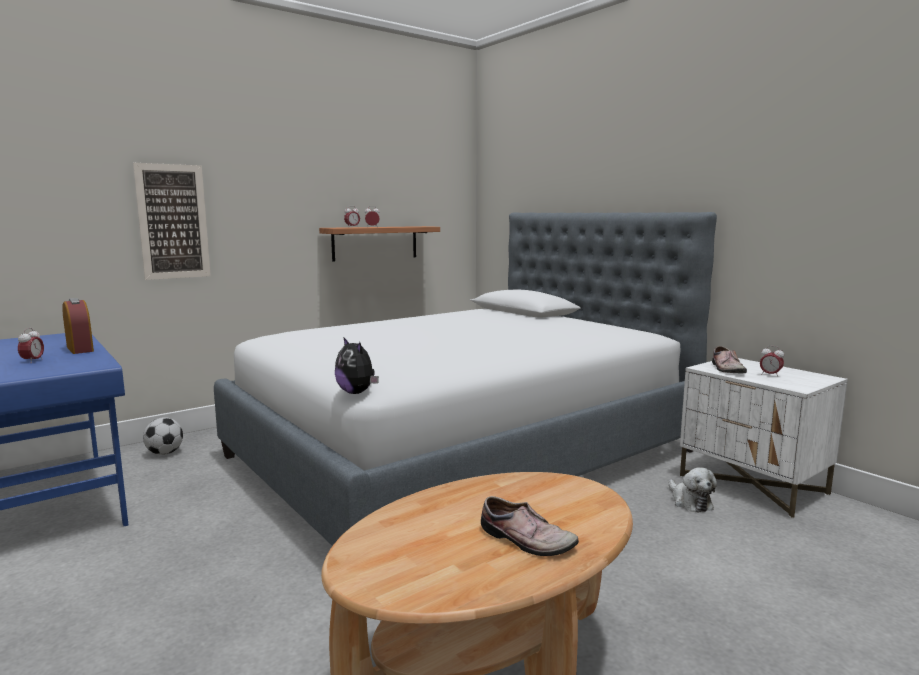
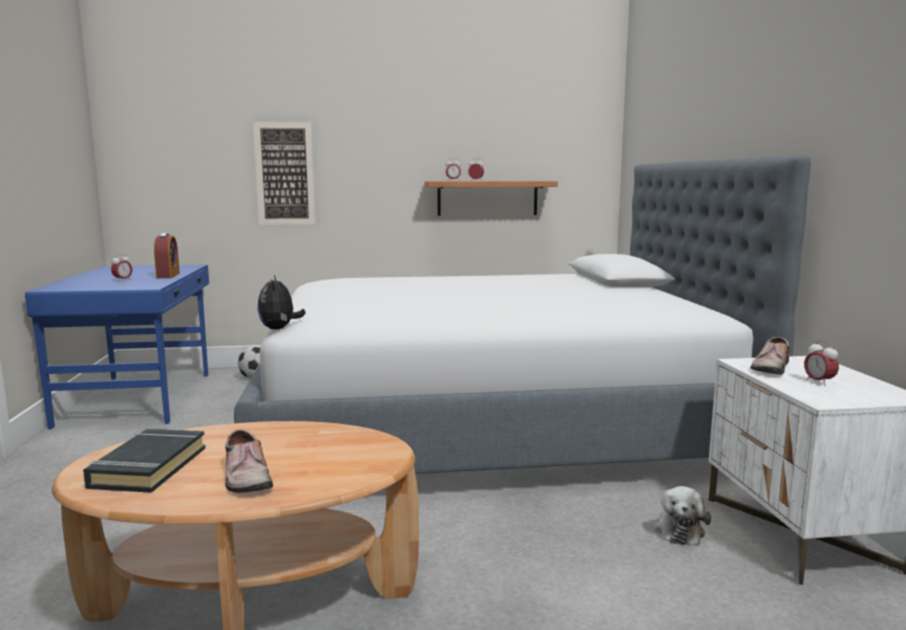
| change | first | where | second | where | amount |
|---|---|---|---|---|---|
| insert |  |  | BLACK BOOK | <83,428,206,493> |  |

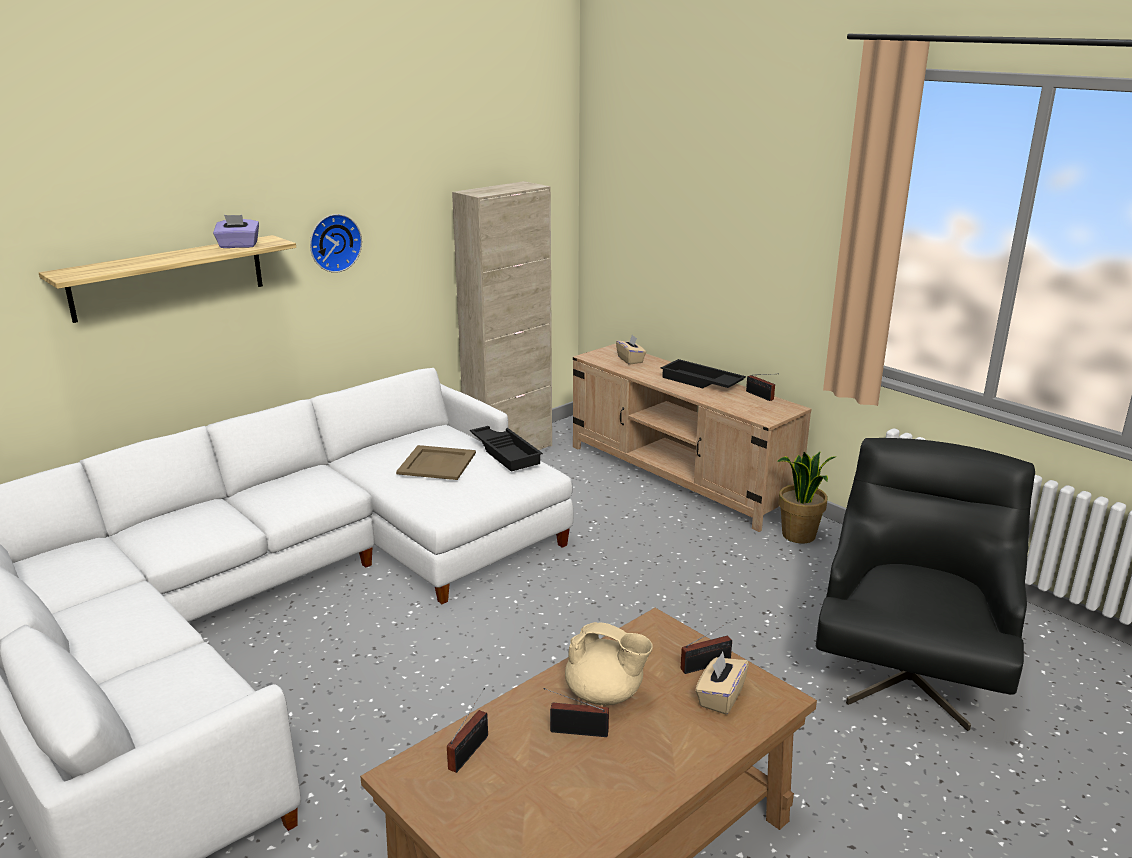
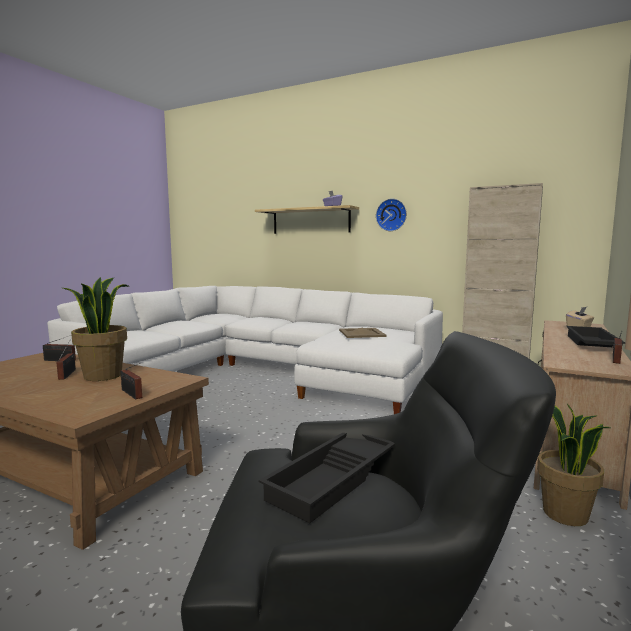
| change | first | where | second | where | amount |
|---|---|---|---|---|---|
| replace | BEIGE TEAPOT | <565,622,653,705> | POTTED PLANT | <63,277,129,381> |  |
| move | BLACK TRAY | <470,426,543,472> |  | <259,433,395,523> |  |
| delete | BEIGE TISSUE BOX | <695,652,749,715> |  |  |  |

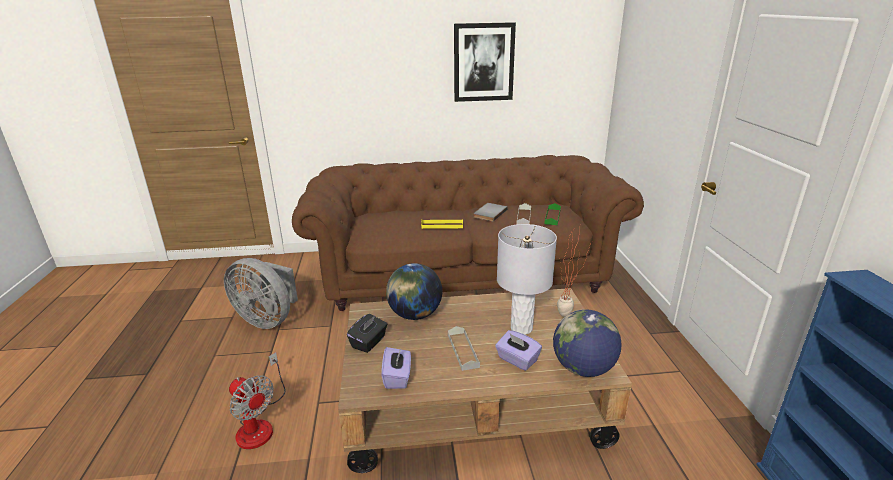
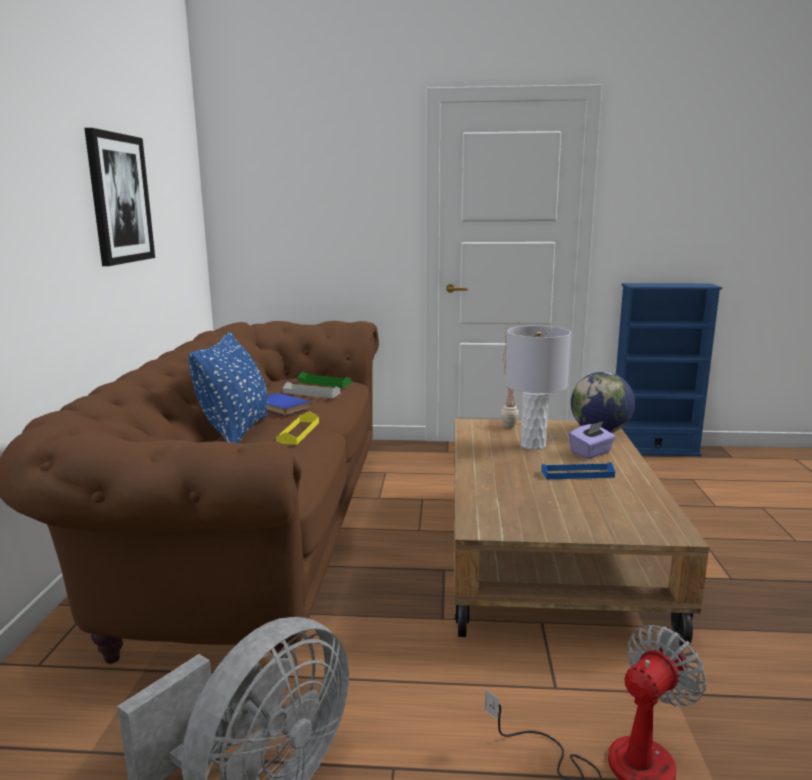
| change | first | where | second | where | amount |
|---|---|---|---|---|---|
| insert |  |  | BLUE PILLOW | <189,332,268,443> |  |
| recolor | GREY BOOK | <474,203,507,221> | BLUE BOOK | <267,393,312,415> |  |
| recolor | GREY TRAY | <448,326,480,371> | BLUE TRAY | <541,462,615,479> |  |
| delete | BLACK TISSUE BOX | <347,314,388,353> |  |  |  |
| delete | PURPLE TISSUE BOX | <381,347,411,389> |  |  |  |
| delete | GLOBE | <386,263,442,320> |  |  |  |

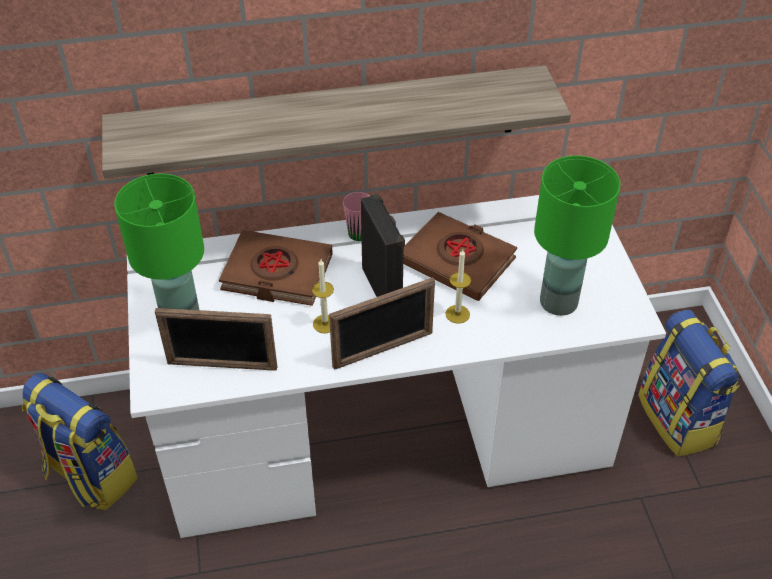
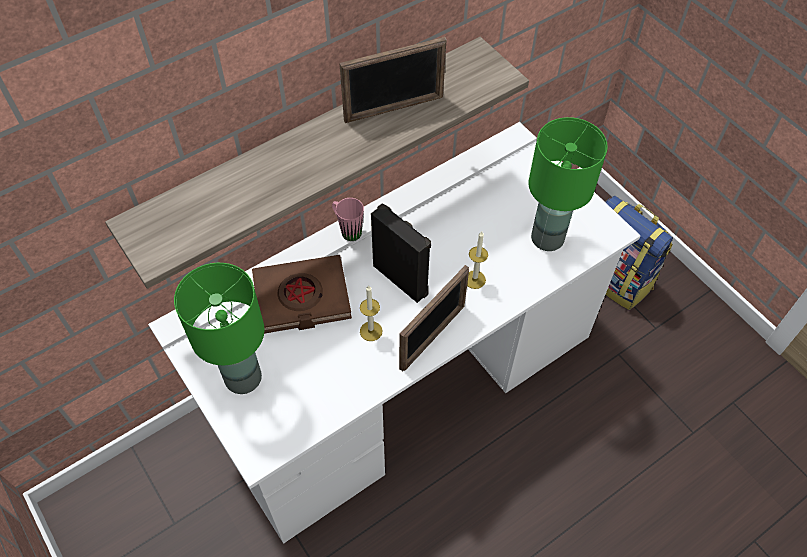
| change | first | where | second | where | amount |
|---|---|---|---|---|---|
| move | PICTURE FRAME | <155,308,277,371> |  | <339,37,446,123> |  |
| delete | BACKPACK | <22,373,138,510> |  |  |  |
| delete | BROWN BOOK | <403,212,517,301> |  |  |  |

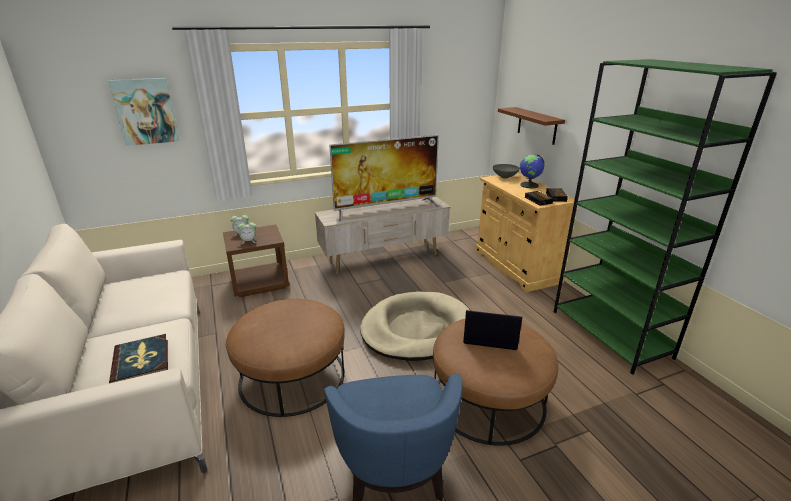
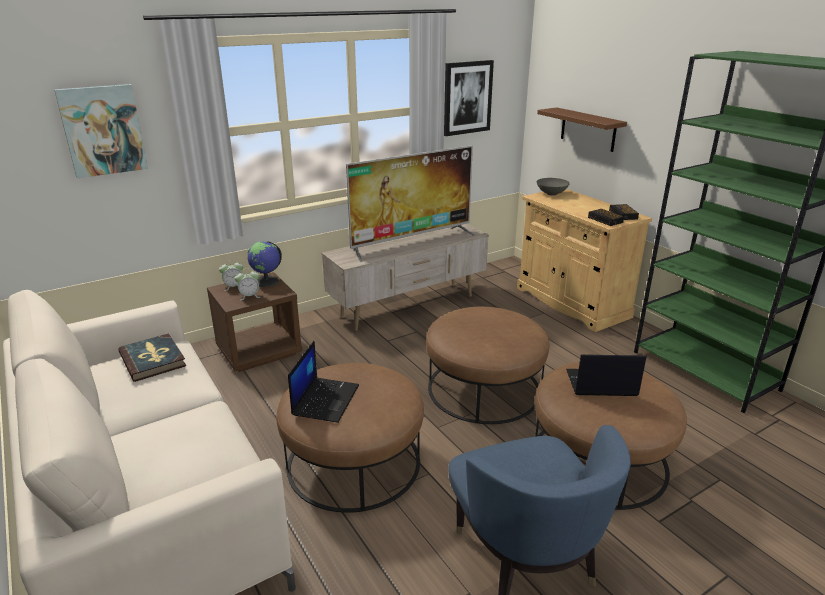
| change | first | where | second | where | amount |
|---|---|---|---|---|---|
| move | BOOK | <109,334,168,383> |  | <119,333,186,382> |  |
| move | GLOBE | <520,154,545,188> |  | <247,241,282,287> |  |
| insert |  |  | LAPTOP | <288,340,359,423> |  |
| replace | BEIGE DOG BED | <360,292,470,361> | BROWN OTTOMAN | <426,307,549,424> |  |
| insert |  |  | PICTURE | <444,60,494,136> |  |

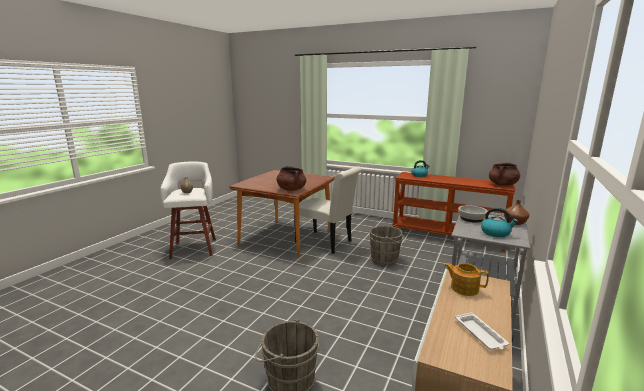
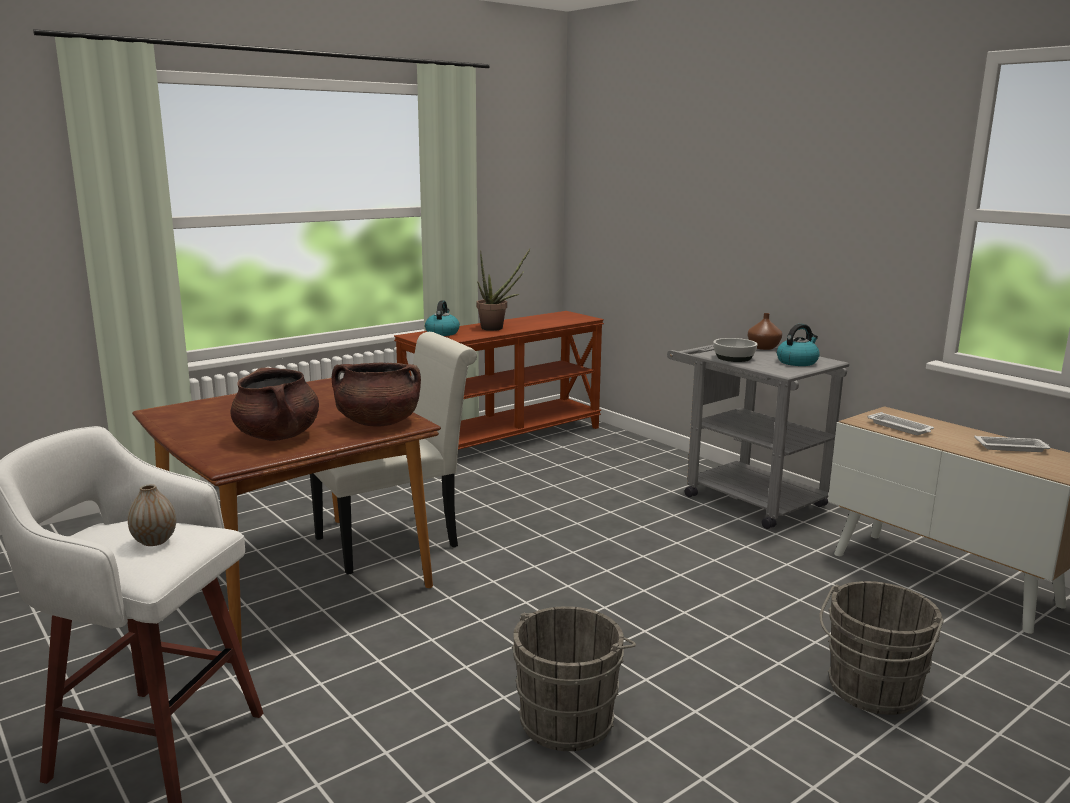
| change | first | where | second | where | amount |
|---|---|---|---|---|---|
| move | BROWN COOKING POT | <489,162,520,186> |  | <230,367,319,441> |  |
| insert |  |  | POTTED PLANT | <476,249,530,331> |  |
| move | GREY BUCKET | <369,224,406,266> |  | <512,606,636,751> |  |
| replace | TEAPOT | <444,263,489,296> | WHITE TRAY | <868,412,934,435> |  |

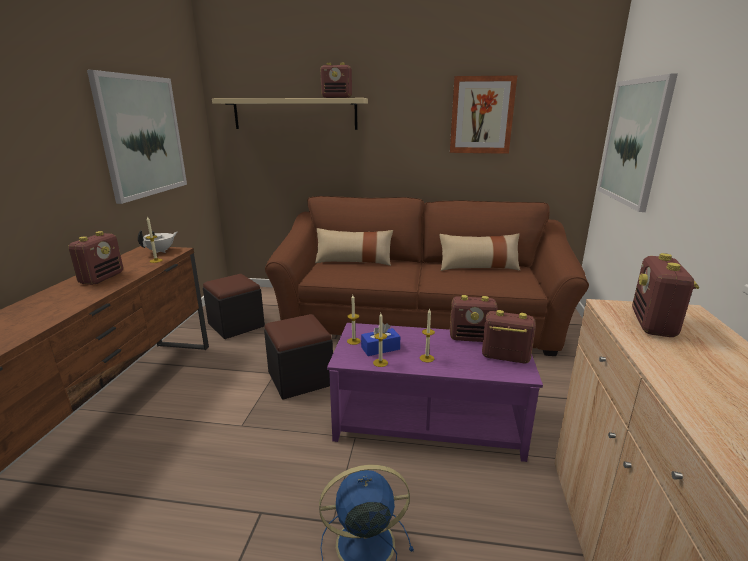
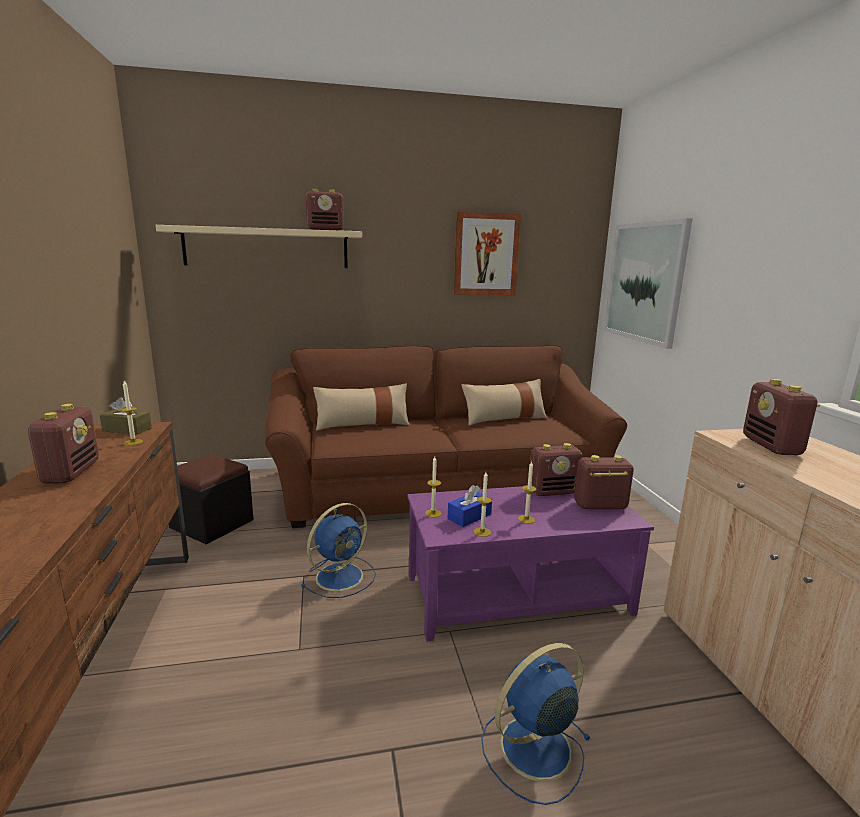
| change | first | where | second | where | amount |
|---|---|---|---|---|---|
| replace | WHITE TEAPOT | <138,230,177,253> | BROWN TISSUE BOX | <100,398,152,435> |  |
| replace | BLACK OTTOMAN | <264,314,333,400> | BLUE FAN | <301,503,376,598> |  |
| delete | PICTURE | <87,70,187,204> |  |  |  |

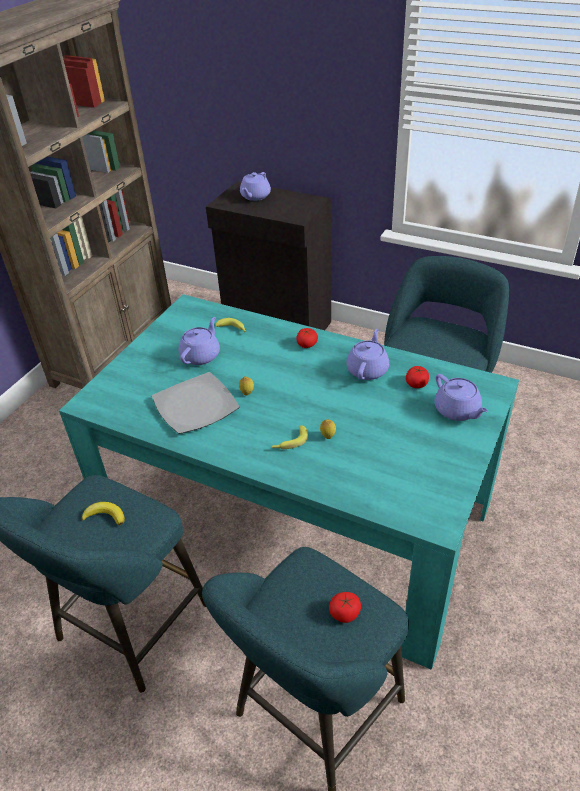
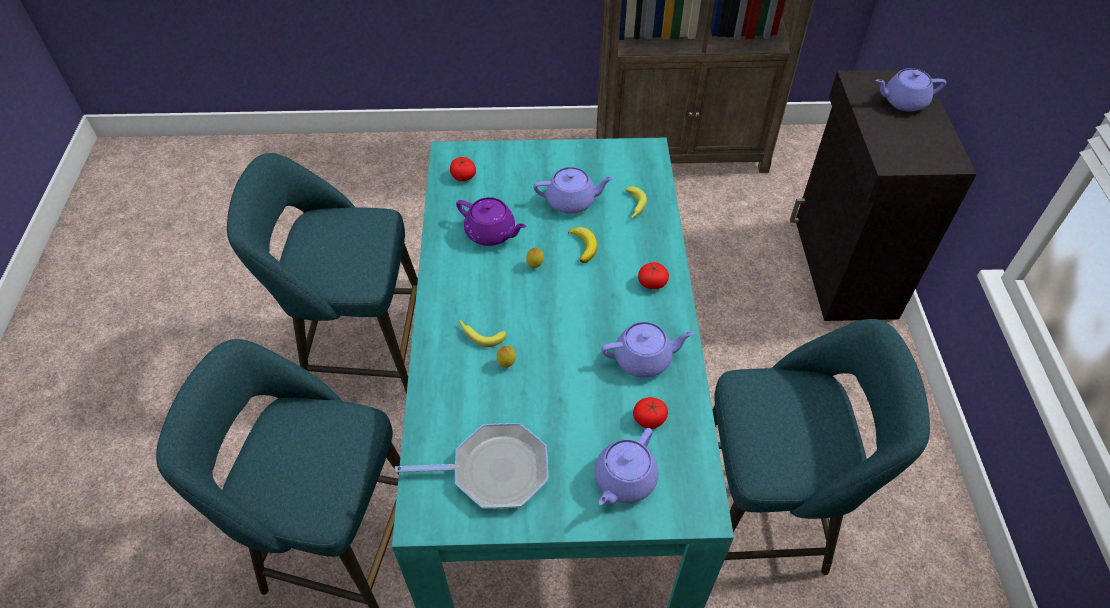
| change | first | where | second | where | amount |
|---|---|---|---|---|---|
| insert |  |  | FRYING PAN | <395,423,548,509> |  |
| move | TOMATO | <329,592,361,623> |  | <450,157,476,181> |  |
| replace | PLATE | <152,372,240,434> | PURPLE TEAPOT | <456,197,527,246> |  |
| move | BANANA | <82,502,125,525> |  | <568,227,597,263> |  |

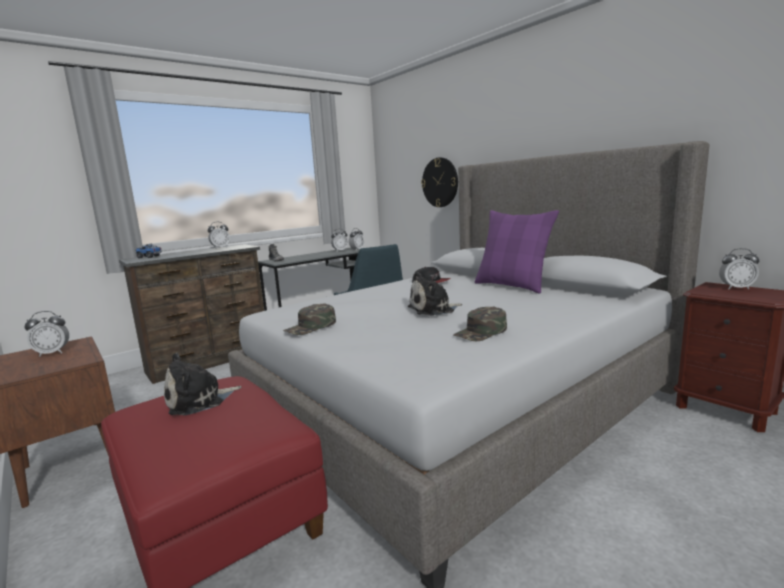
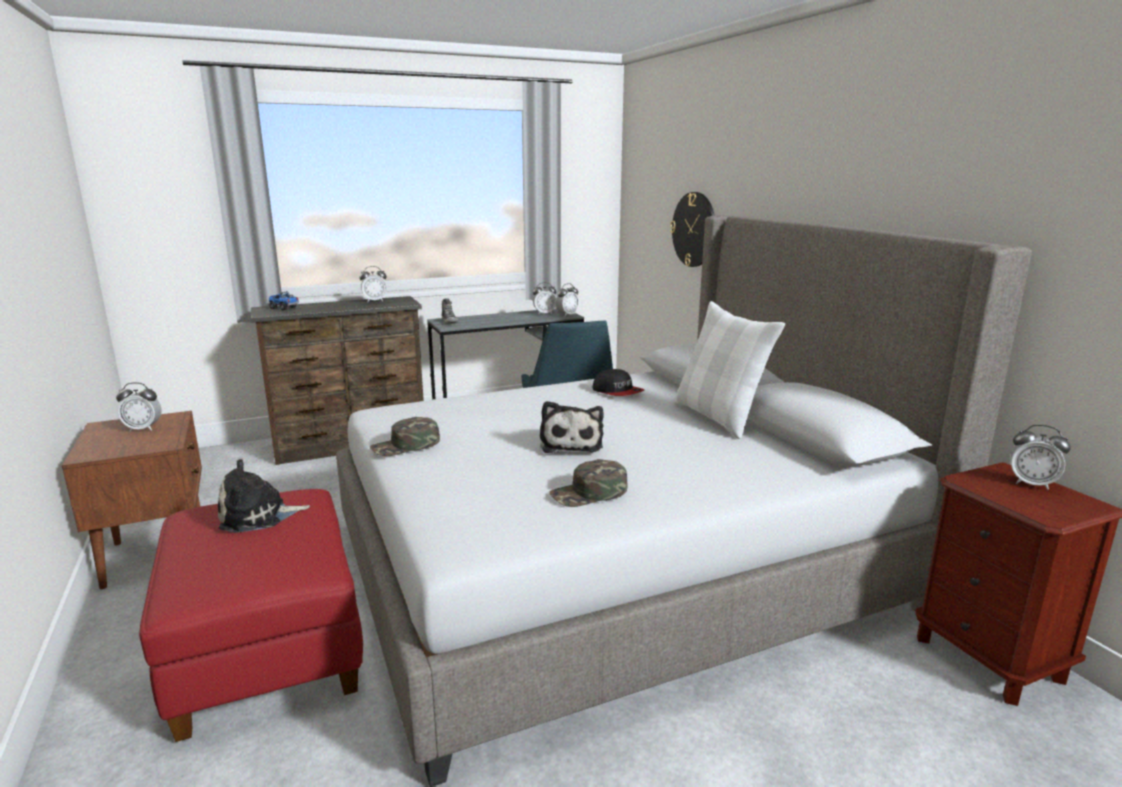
| change | first | where | second | where | amount |
|---|---|---|---|---|---|
| rotate | PLUSH TOY | <407,272,462,316> |  | <540,401,604,453> | 90 degrees counterclockwise |
| recolor | PURPLE PILLOW | <474,210,559,294> | WHITE PILLOW | <673,301,785,439> |  |

